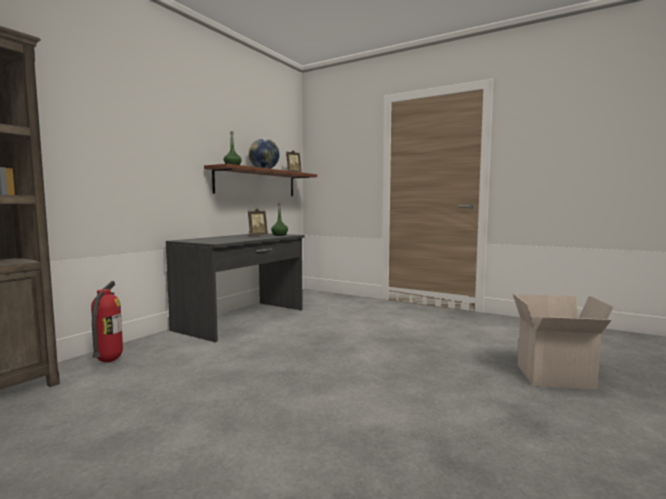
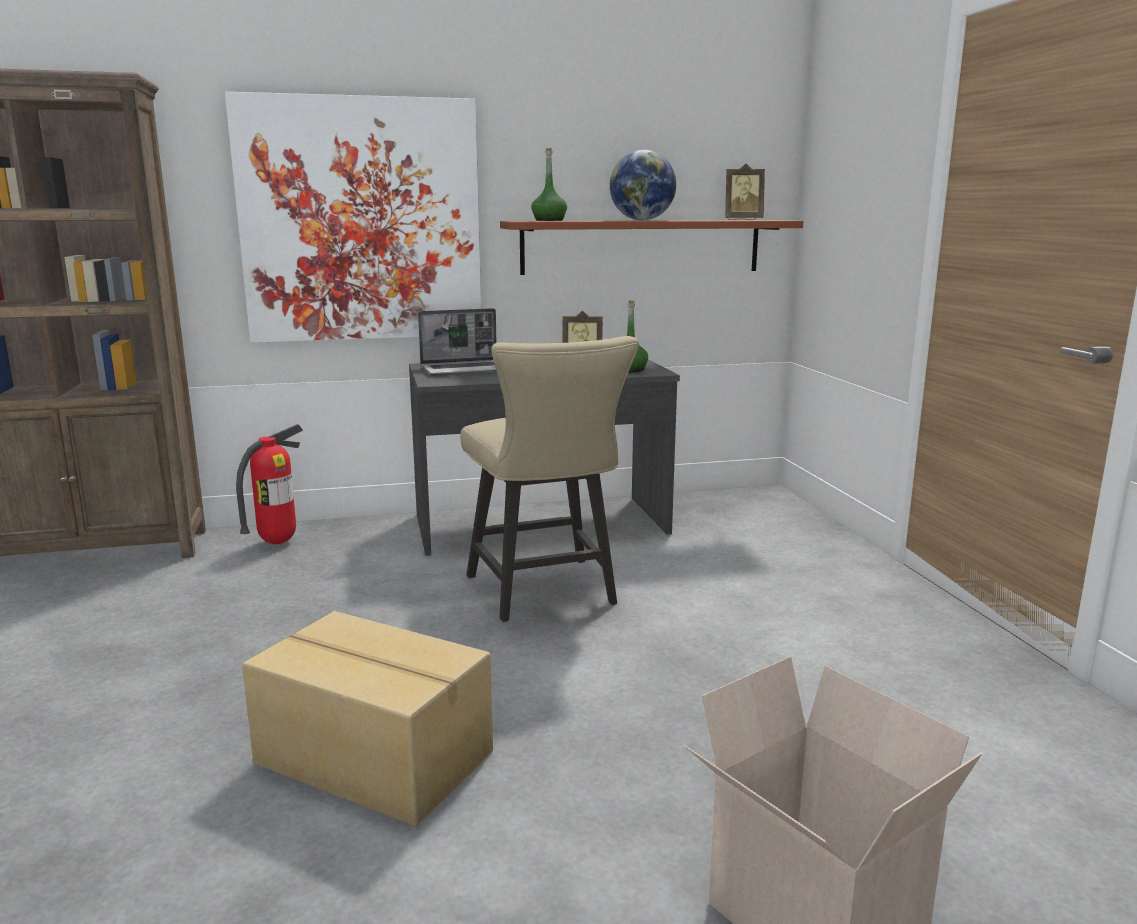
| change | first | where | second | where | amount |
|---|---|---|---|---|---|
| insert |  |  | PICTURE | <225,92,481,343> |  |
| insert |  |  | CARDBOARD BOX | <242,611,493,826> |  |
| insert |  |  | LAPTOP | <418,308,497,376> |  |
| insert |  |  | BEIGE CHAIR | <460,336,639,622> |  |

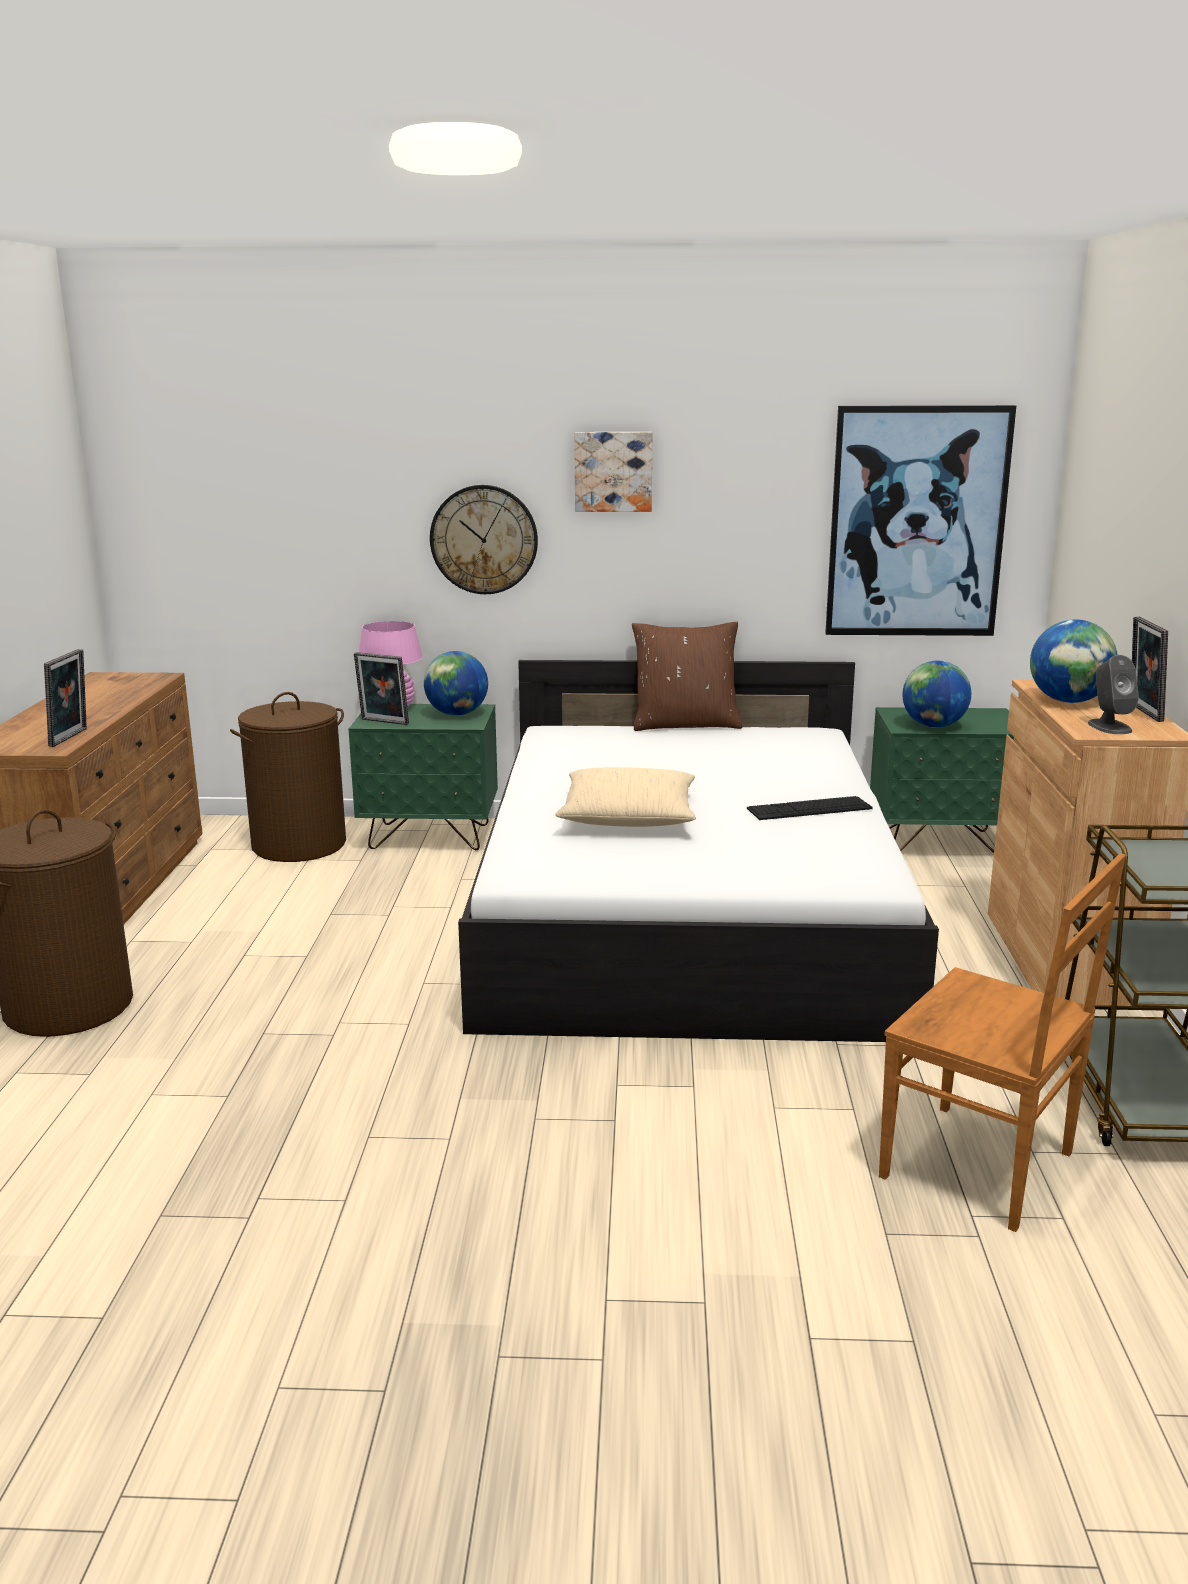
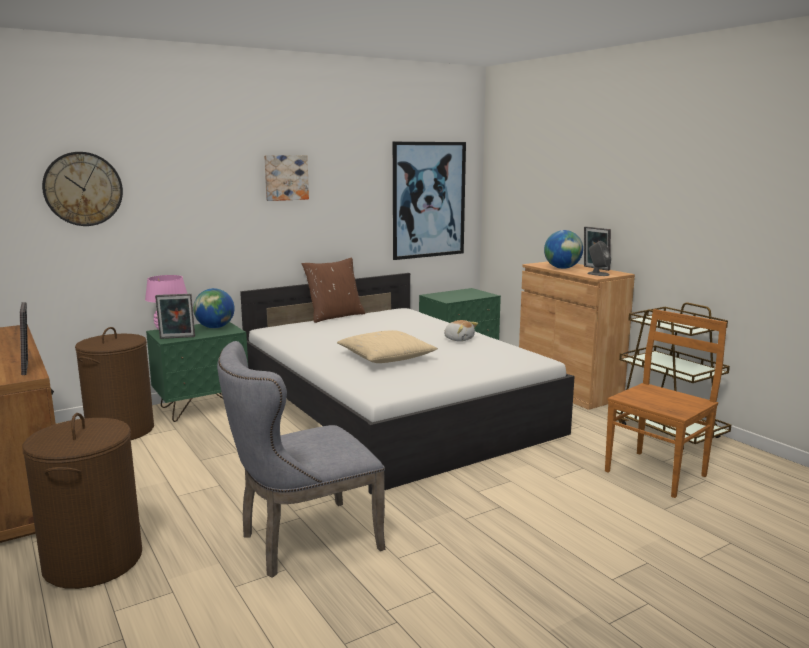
| change | first | where | second | where | amount |
|---|---|---|---|---|---|
| move | WALL CLOCK | <430,485,538,594> |  | <42,152,123,226> |  |
| insert |  |  | GREY CHAIR | <217,341,385,578> |  |
| replace | KEYBOARD | <747,796,873,820> | PLUSH TOY | <444,320,478,342> |  |
| rotate | BROWN CHAIR | <879,853,1126,1232> |  | <605,309,727,498> | 45 degrees counterclockwise |
| delete | GLOBE | <902,661,971,728> |  |  |  |

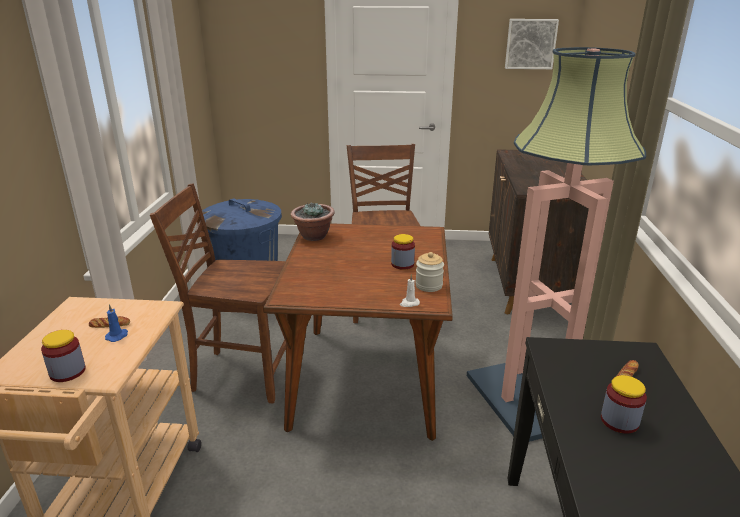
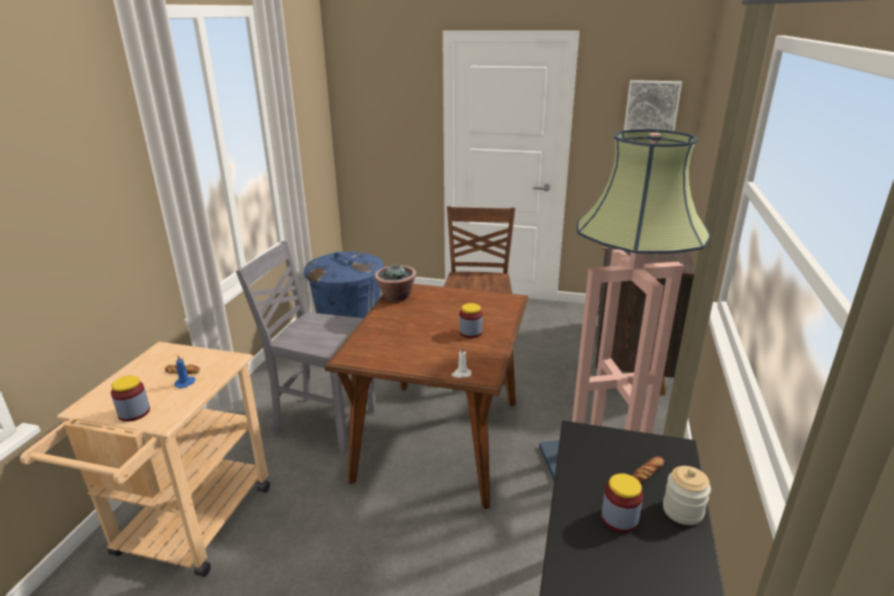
| change | first | where | second | where | amount |
|---|---|---|---|---|---|
| recolor | BROWN CHAIR | <150,184,287,403> | GREY CHAIR | <236,241,376,454> |  |
| move | JAR | <415,252,444,292> |  | <663,466,711,525> |  |

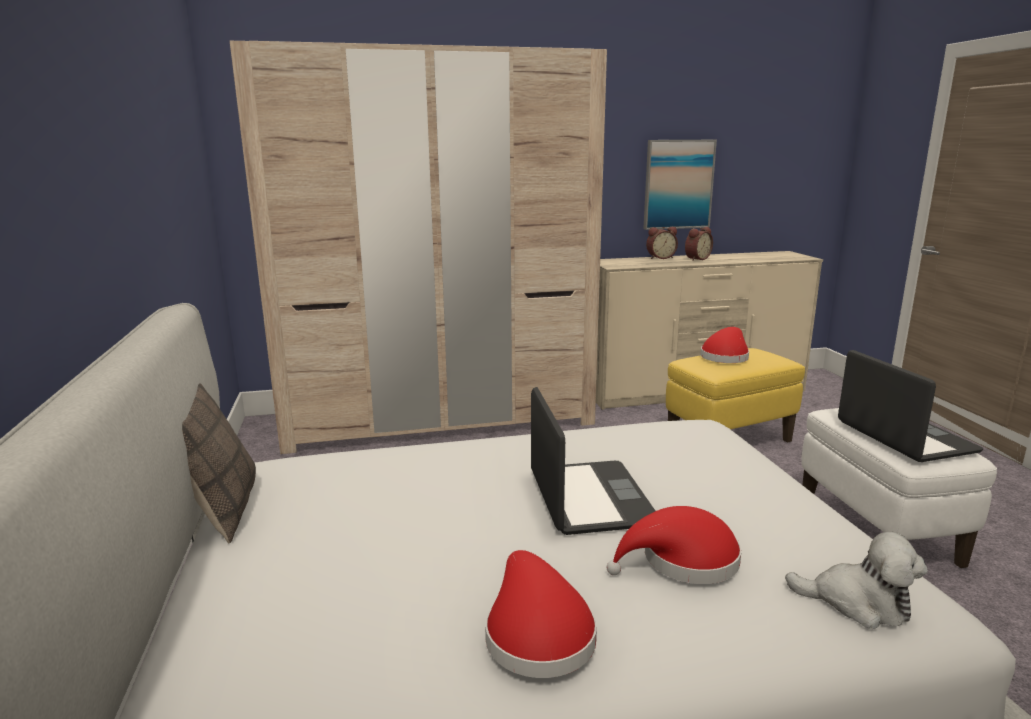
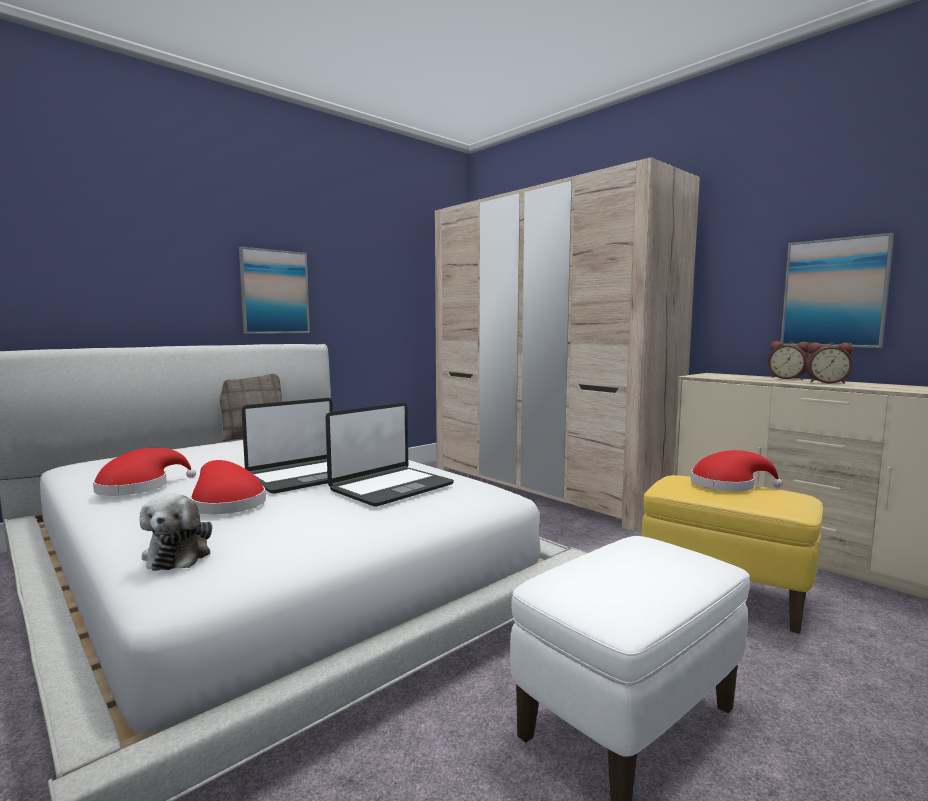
| change | first | where | second | where | amount |
|---|---|---|---|---|---|
| insert |  |  | PICTURE | <239,247,310,334> |  |
| move | LAPTOP | <838,350,983,462> |  | <325,402,454,507> |  |

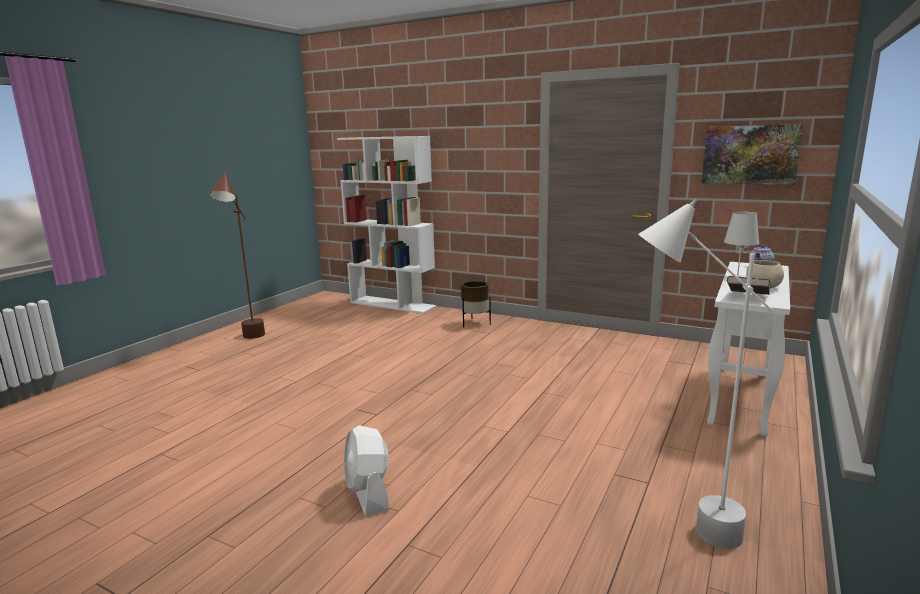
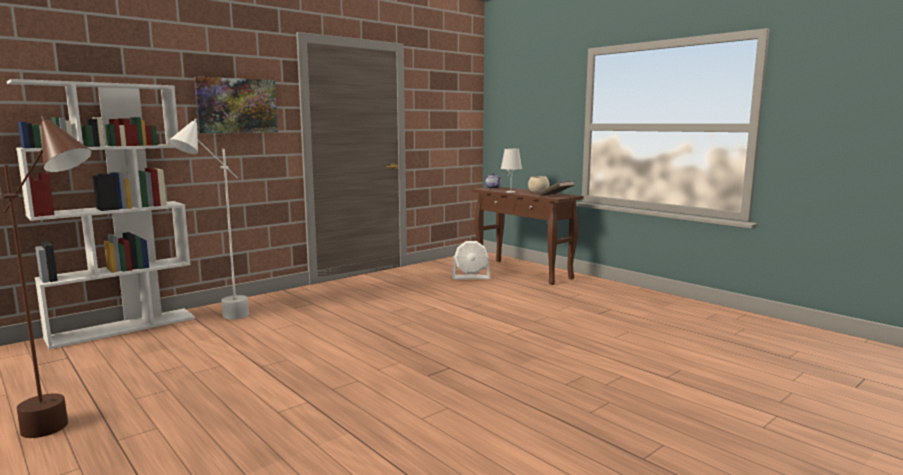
| change | first | where | second | where | amount |
|---|---|---|---|---|---|
| move | WHITE FLOOR LAMP | <638,199,773,549> |  | <169,118,249,319> |  |
| move | PICTURE | <702,124,803,185> |  | <194,76,278,133> |  |
| move | WHITE FAN | <344,425,389,516> |  | <452,241,490,279> |  |
| recolor | WHITE CONSOLE TABLE | <707,262,790,437> | BROWN CONSOLE TABLE | <472,187,584,285> |  |
| delete | BROWN PLANTER | <461,281,491,327> |  |  |  |

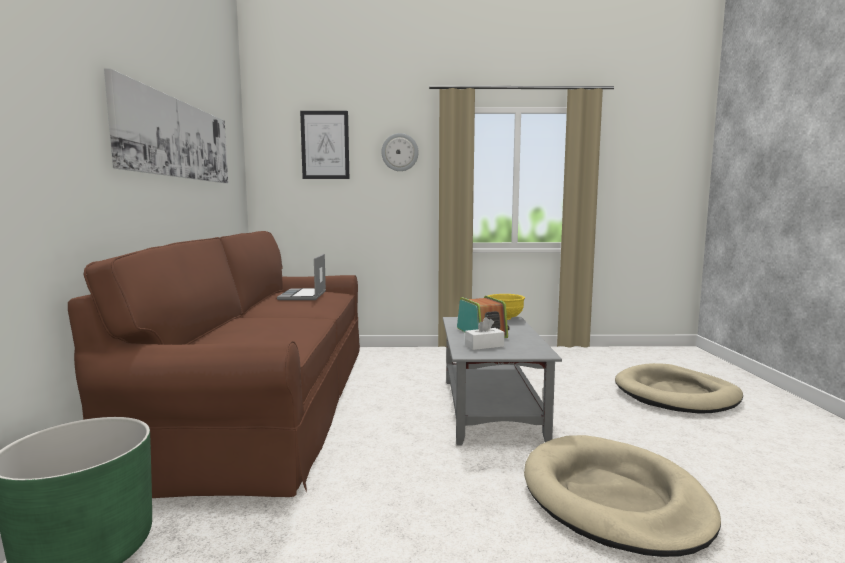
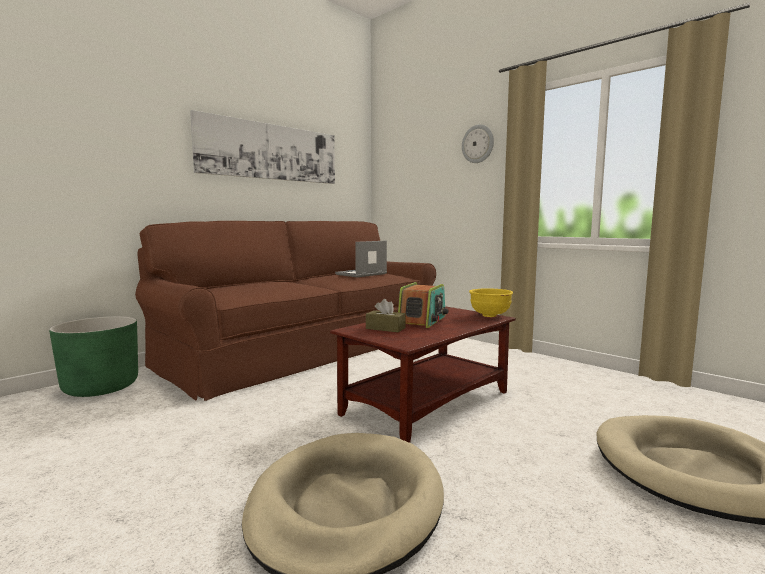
| change | first | where | second | where | amount |
|---|---|---|---|---|---|
| recolor | GREY COFFEE TABLE | <443,317,562,446> | BROWN COFFEE TABLE | <330,306,516,443> |  |
| recolor | WHITE TISSUE BOX | <465,317,504,350> | BROWN TISSUE BOX | <366,299,406,332> |  |
| delete | PICTURE | <300,111,349,179> |  |  |  |

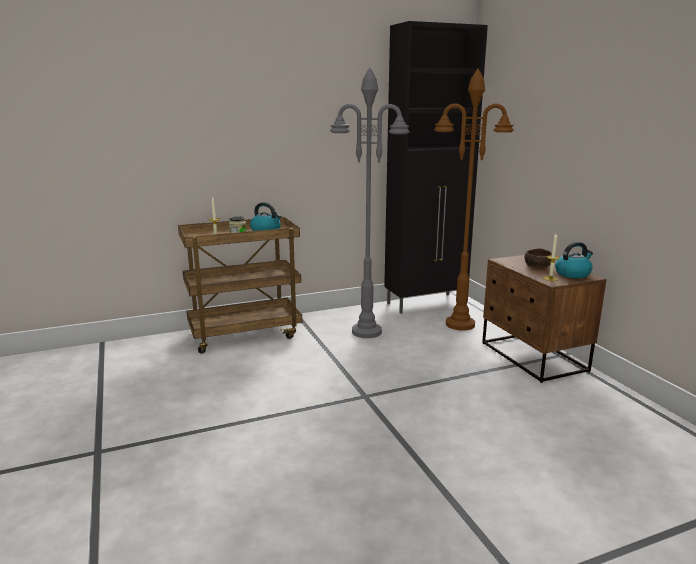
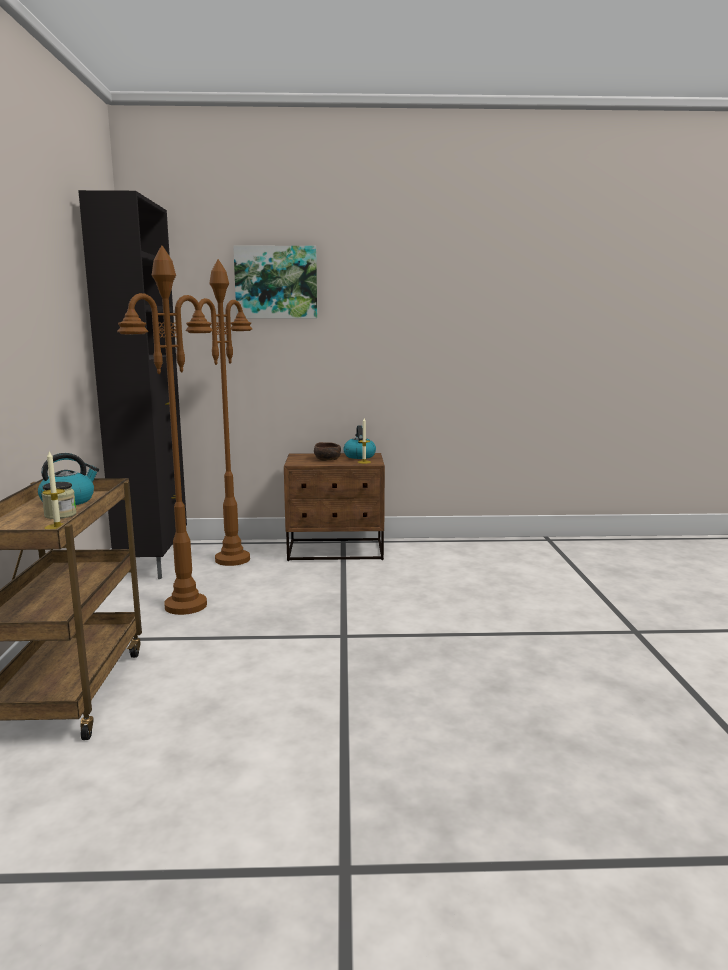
| change | first | where | second | where | amount |
|---|---|---|---|---|---|
| recolor | GREY FLOOR LAMP | <330,67,410,338> | BROWN FLOOR LAMP | <117,246,213,615> |  |
| insert |  |  | PICTURE | <233,245,317,318> |  |

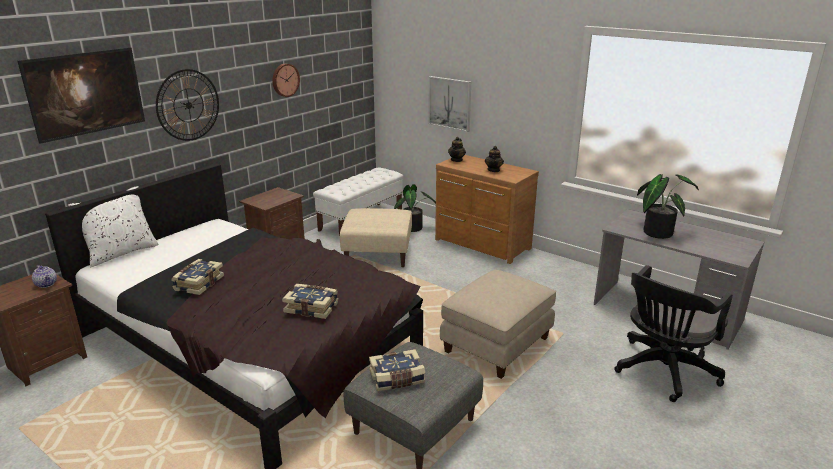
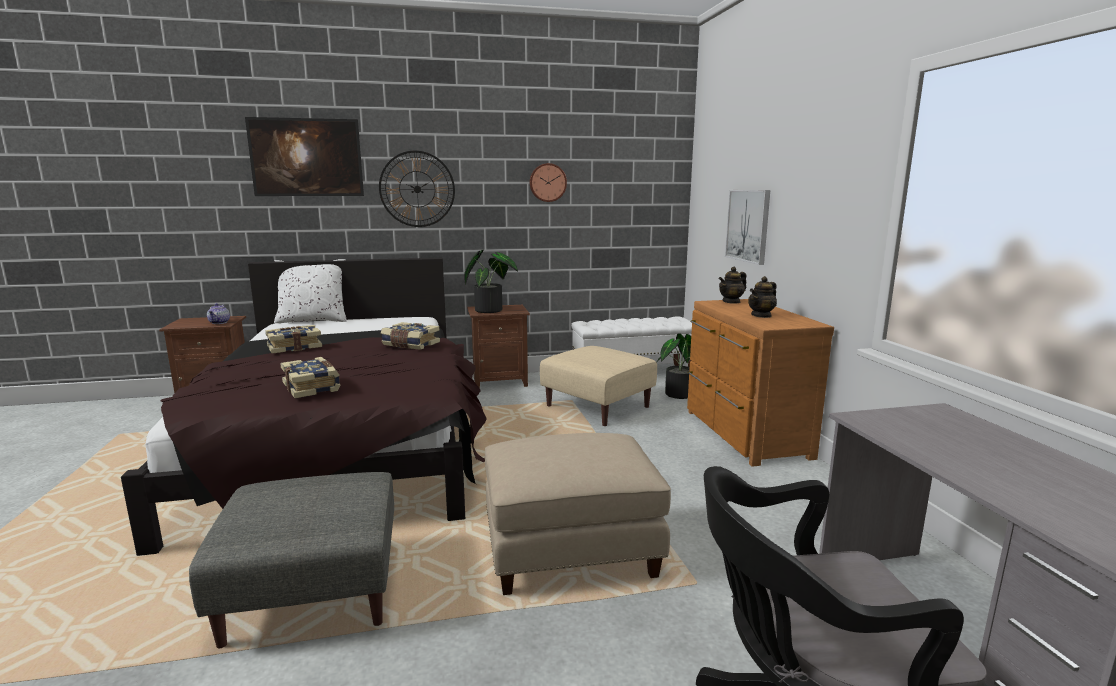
| change | first | where | second | where | amount |
|---|---|---|---|---|---|
| move | BOOK | <369,349,425,391> |  | <381,322,440,350> |  |
| move | POTTED PLANT | <637,174,699,239> |  | <464,250,518,313> |  |

